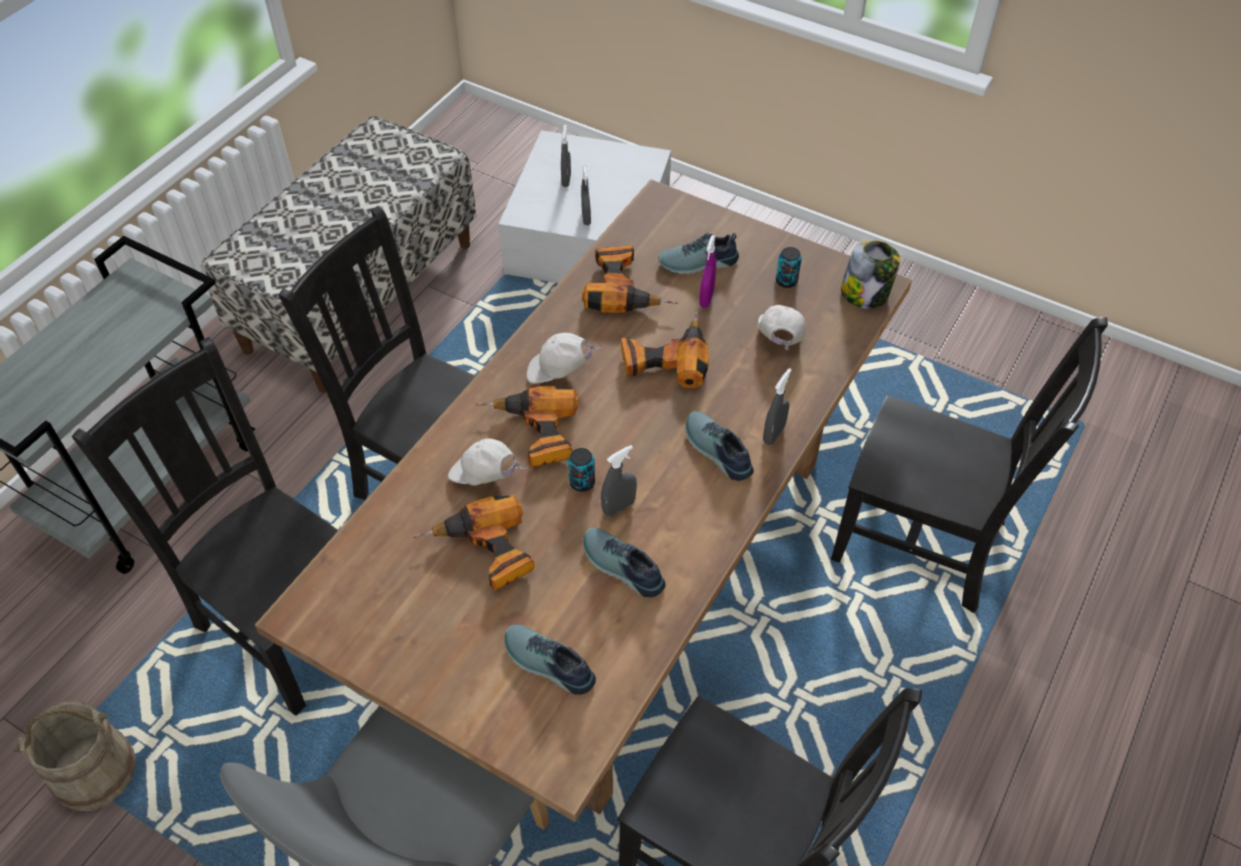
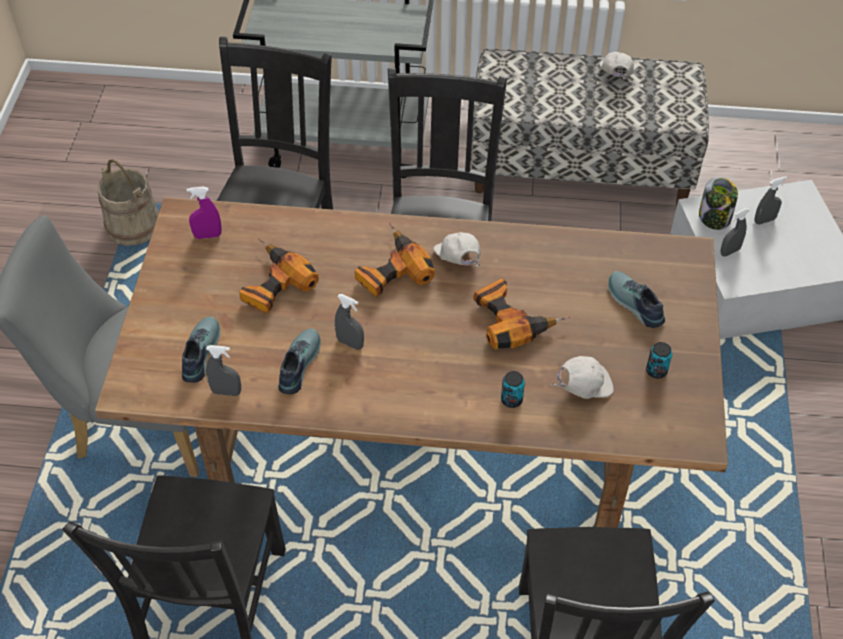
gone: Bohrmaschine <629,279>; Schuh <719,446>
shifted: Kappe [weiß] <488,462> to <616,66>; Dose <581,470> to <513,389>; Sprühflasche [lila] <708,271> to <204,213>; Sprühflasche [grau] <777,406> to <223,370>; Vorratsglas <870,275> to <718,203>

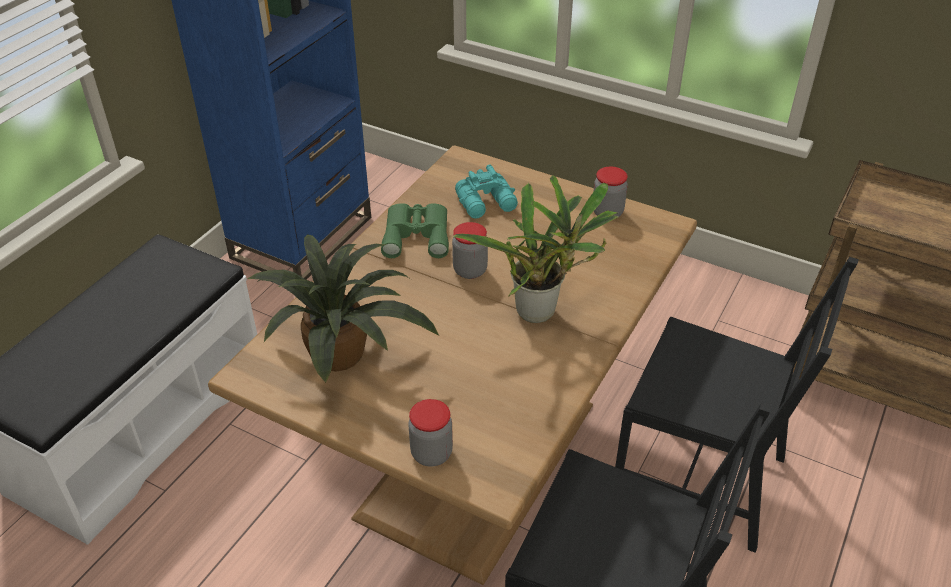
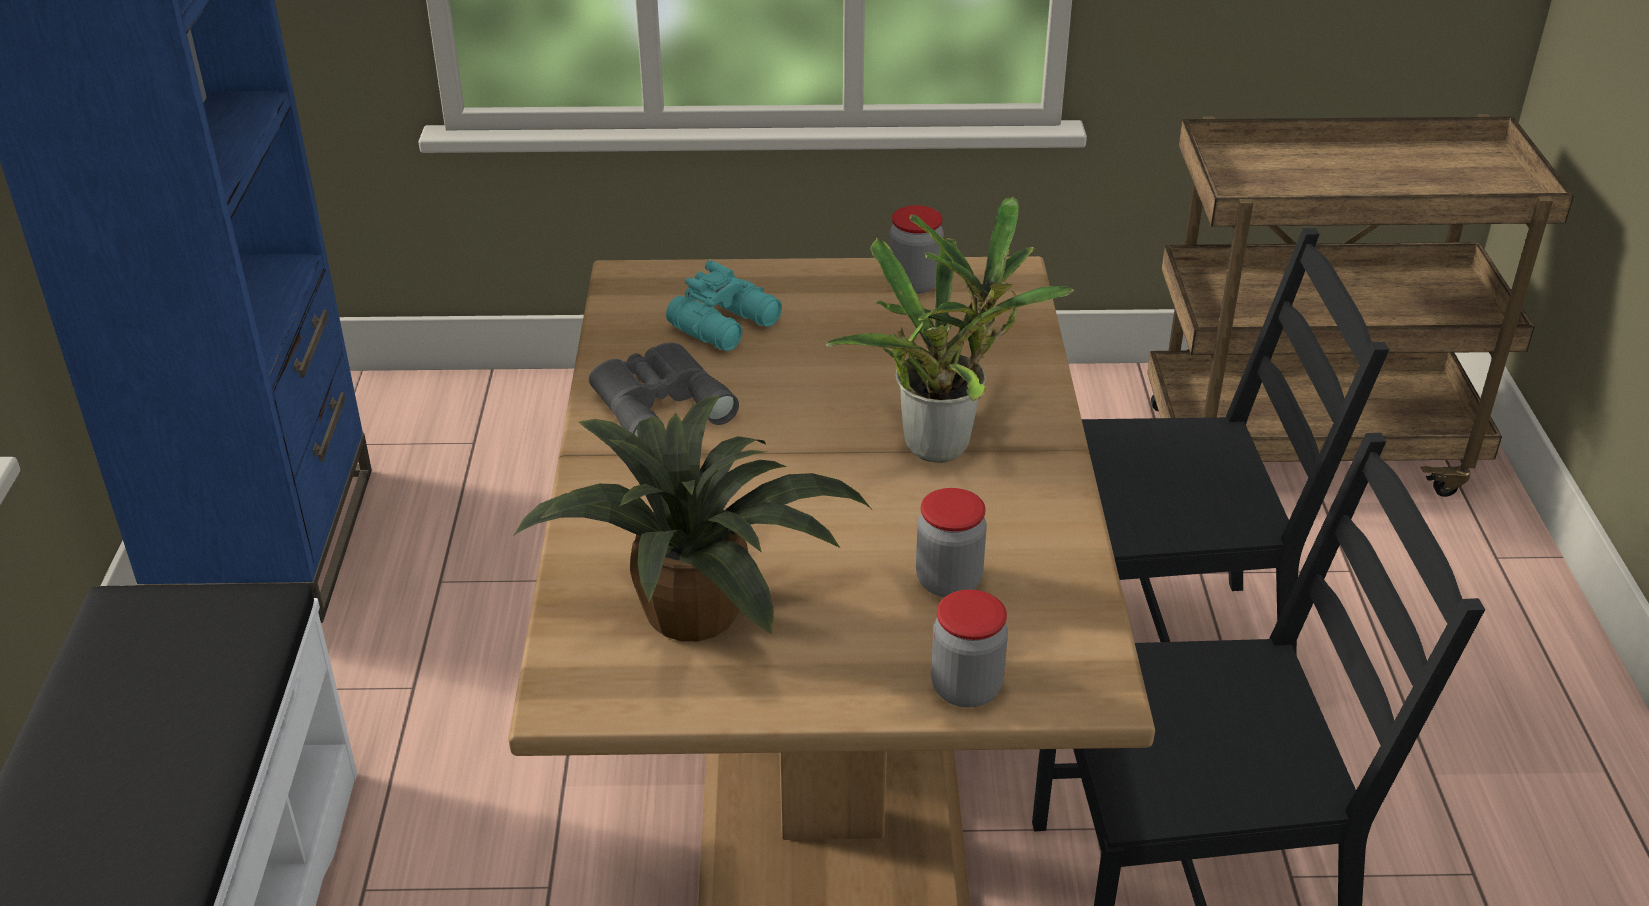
shifted: Vorratsglas <470,250> to <951,542>
repainted: Fernglas [grün] <415,230> to Fernglas [grau] <664,390>

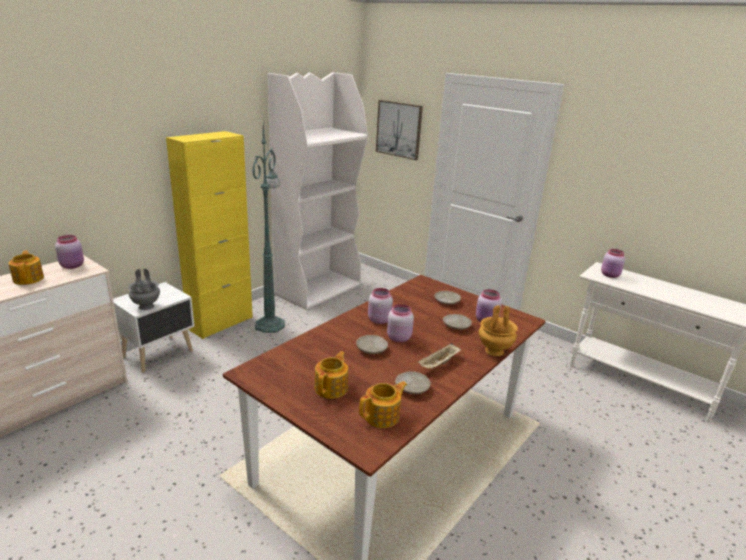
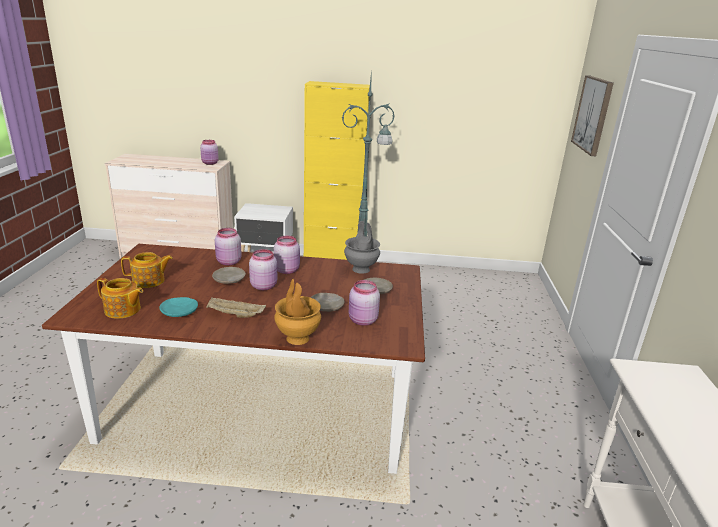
gone: Teekanne <26,267>; Bücherregal [weiß] <318,191>
shifted: Vase [grau] <144,289> to <362,247>; Vorratsglas [rosa] <613,263> to <228,247>
repainted: Teller [beige] <413,382> to Teller [türkis] <178,307>

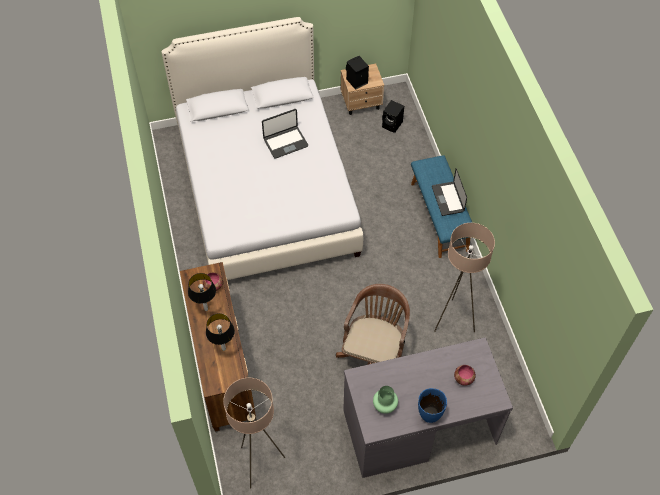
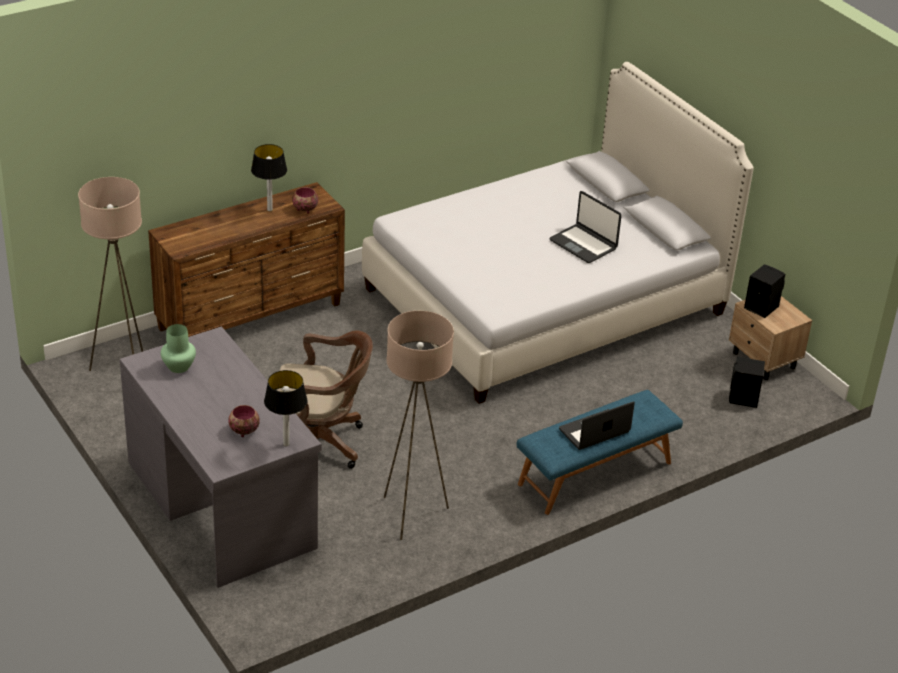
gone: Vase [blau] <432,405>
shifted: Tischlampe <220,332> to <286,408>

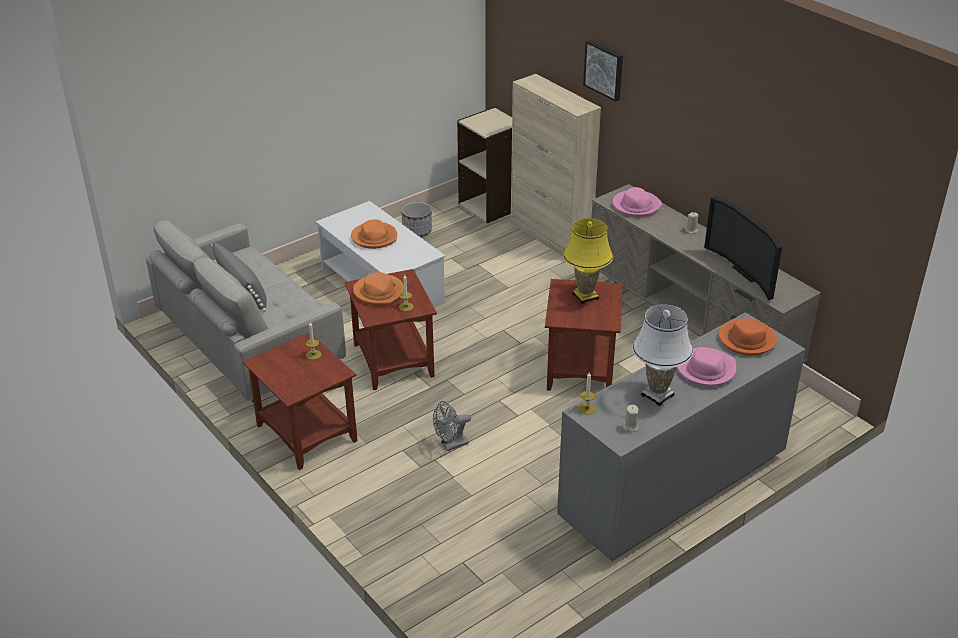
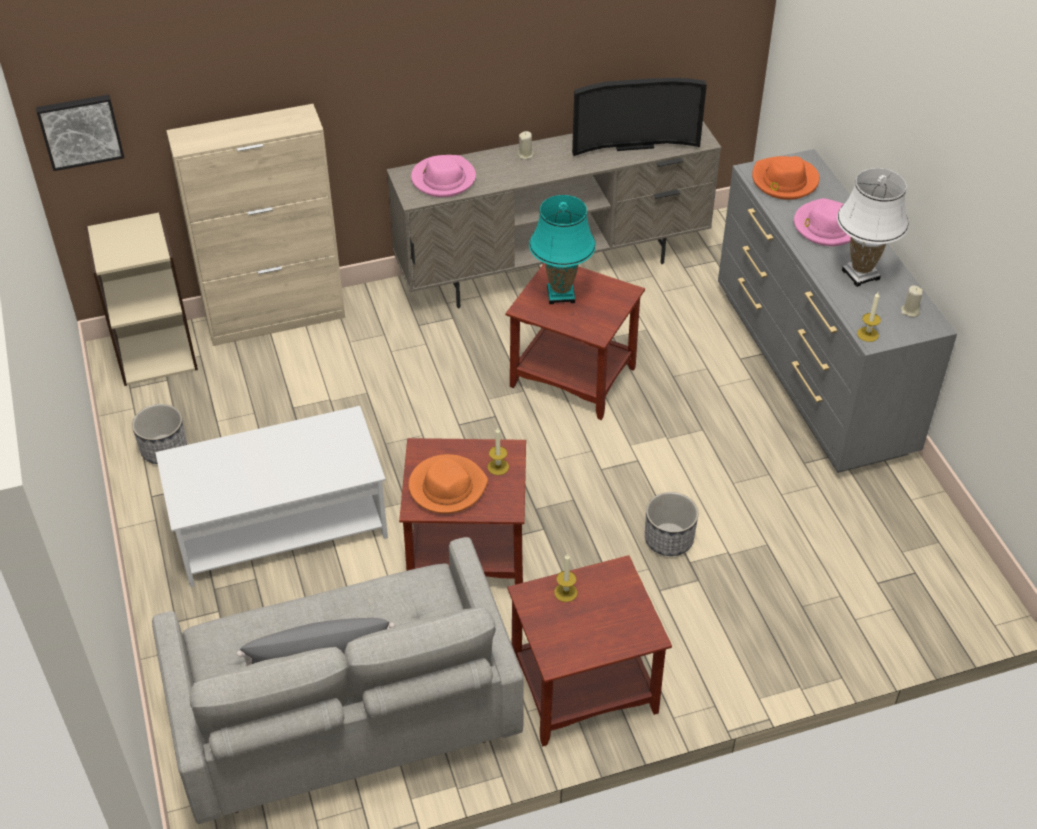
gone: Hut [orange] <374,234>
shifted: Bild <603,71> to <80,133>
swapped: Ventilator [grau] <452,426> to Pflanzkübel <671,524>
repainted: Tischlampe [gelb] <588,261> to Tischlampe [türkis] <562,249>

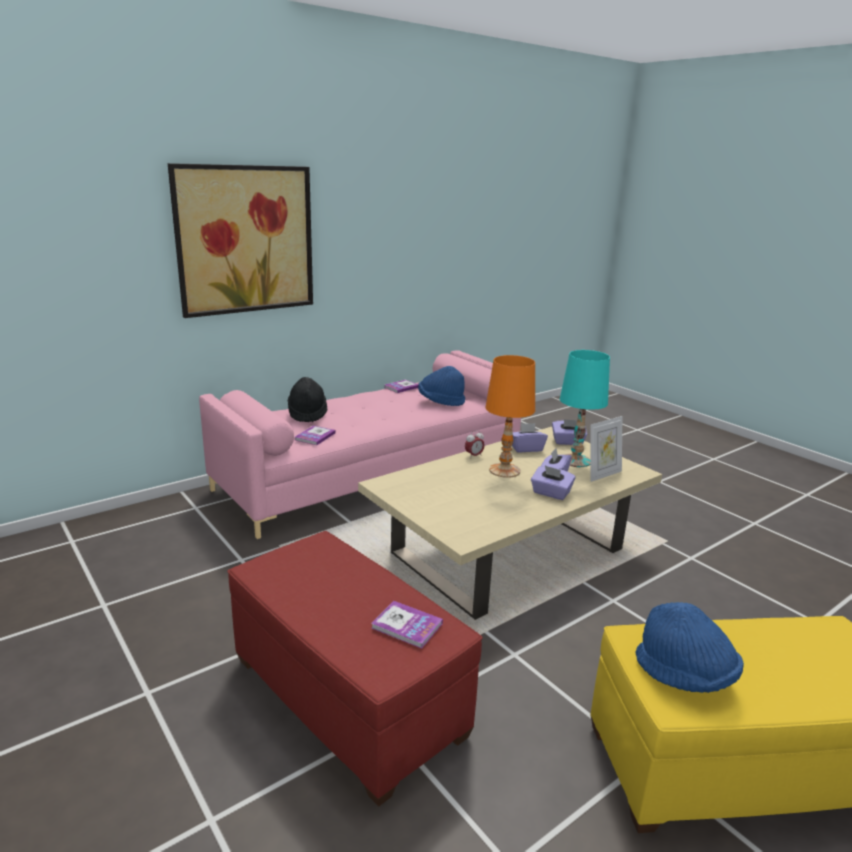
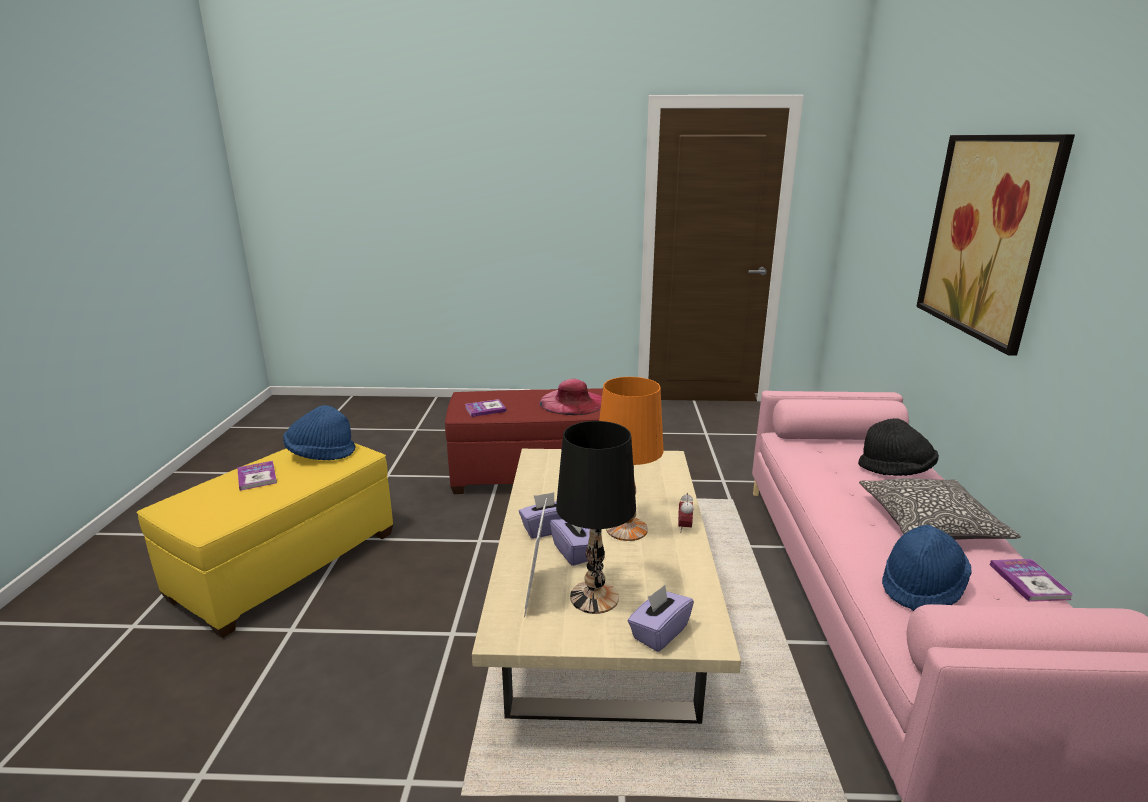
gone: Taschentuchbox [lila] <530,437>
new: Hut [rosa] <570,397>; Kissen <940,509>
shifted: Buch <315,435> to <257,476>
repainted: Tischlampe [türkis] <585,408> to Tischlampe [schwarz] <596,517>

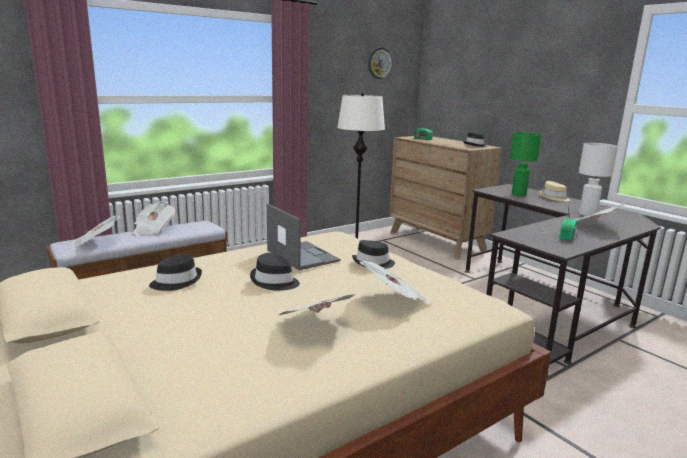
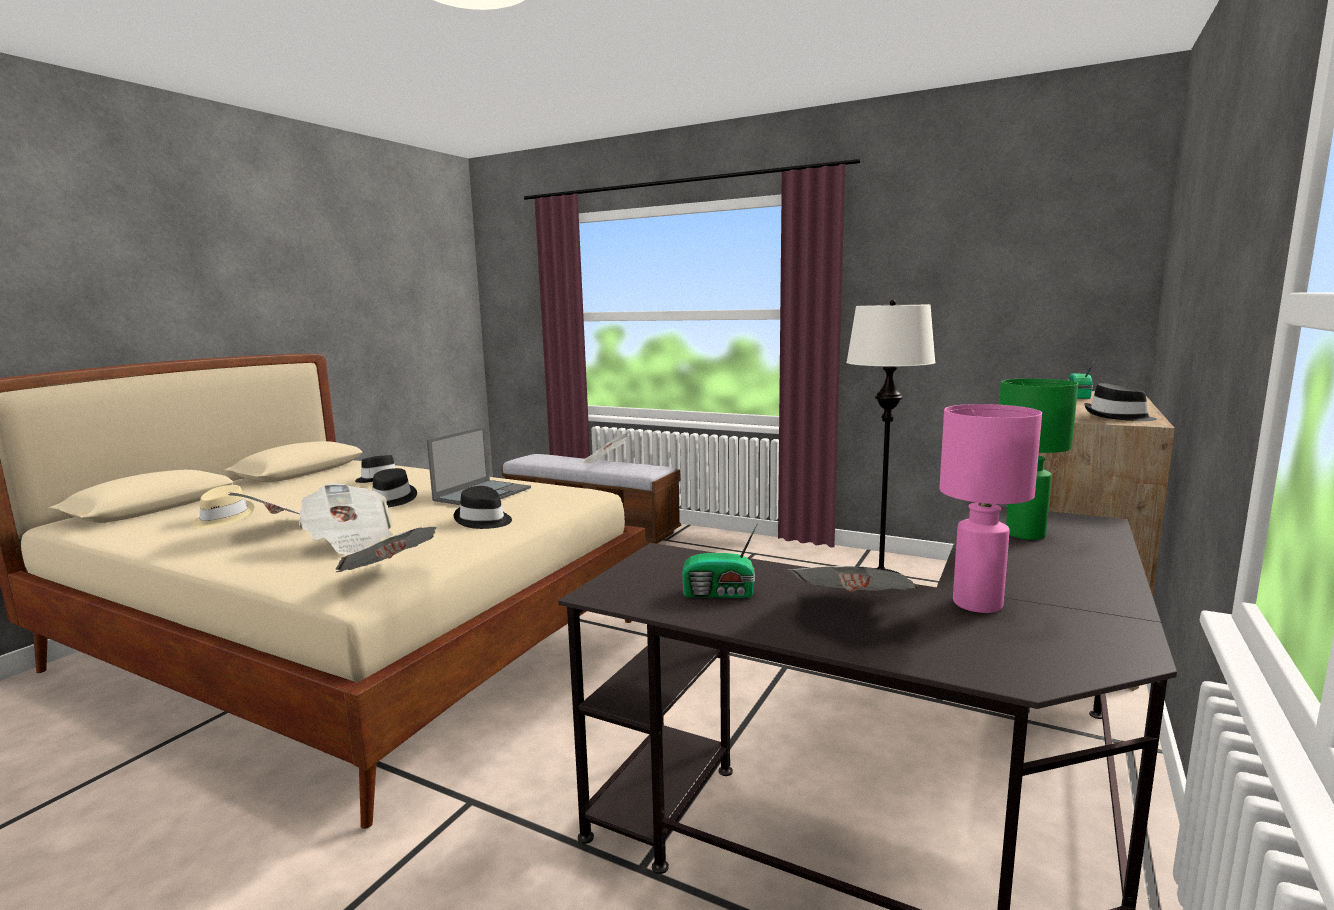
gone: Wanduhr <380,63>
shifted: Zeitung <96,231> to <386,549>; Hut [beige] <554,191> to <223,506>
repainted: Tischlampe [weiß] <598,179> to Tischlampe [rosa] <990,508>

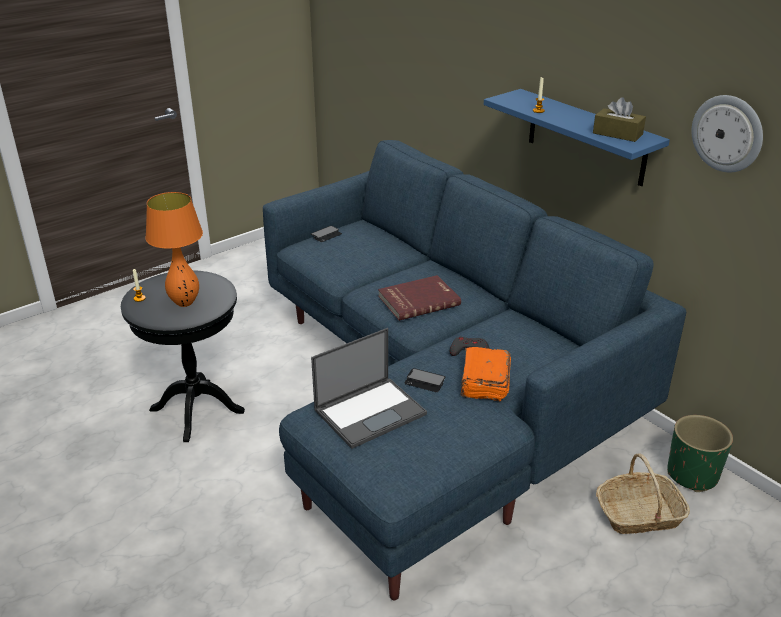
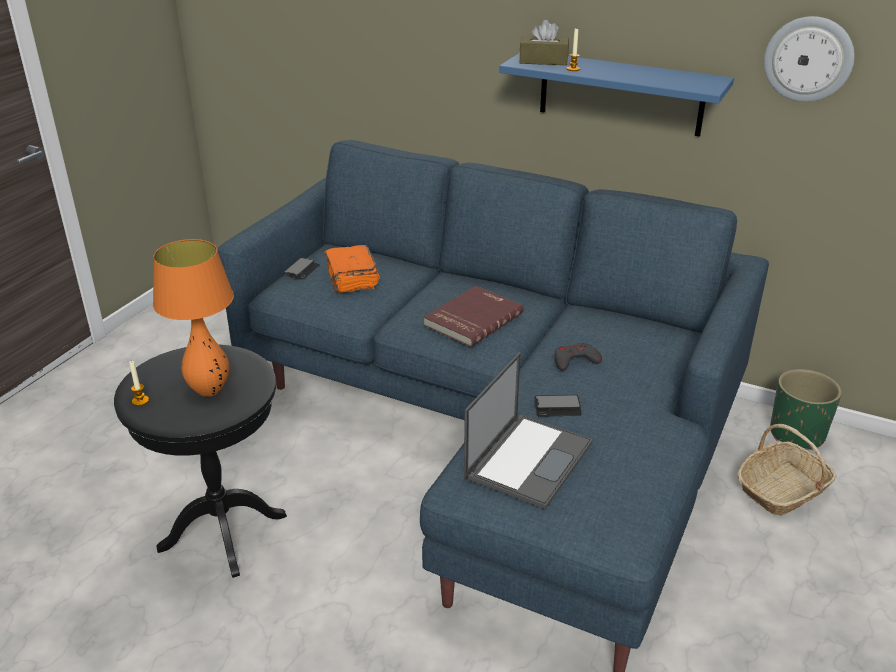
shifted: Buch [orange] <485,374> to <352,269>; Taschentuchbox [braun] <619,119> to <544,42>

